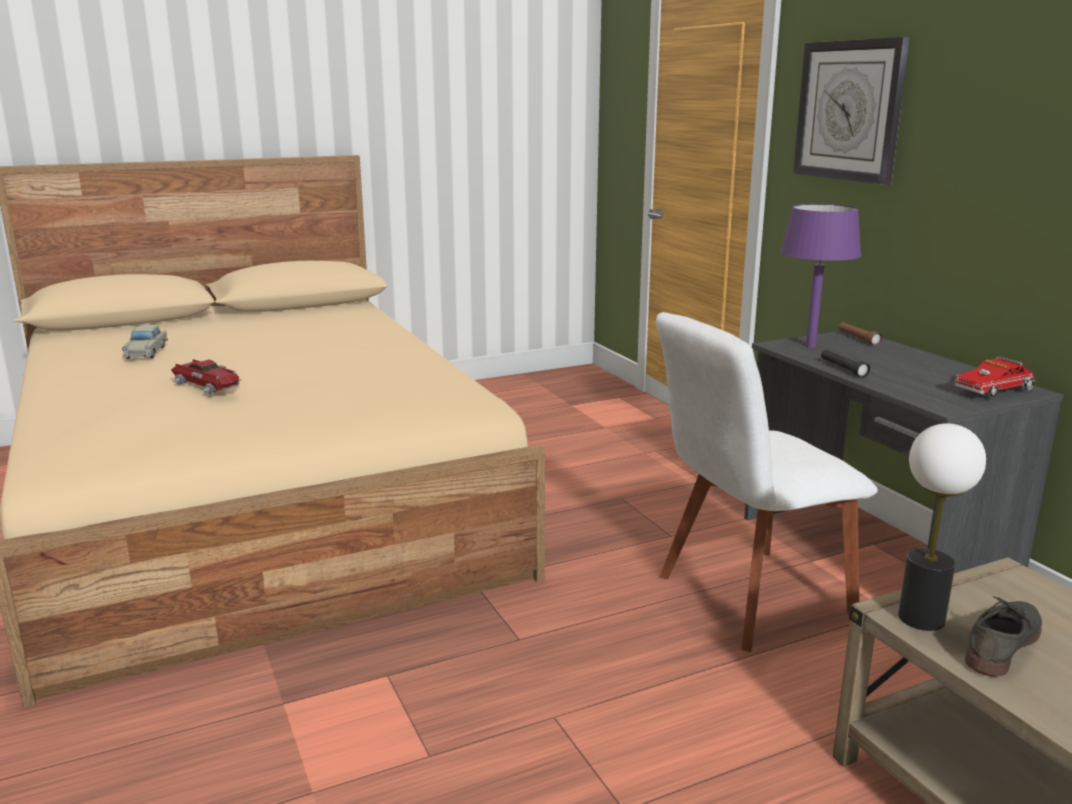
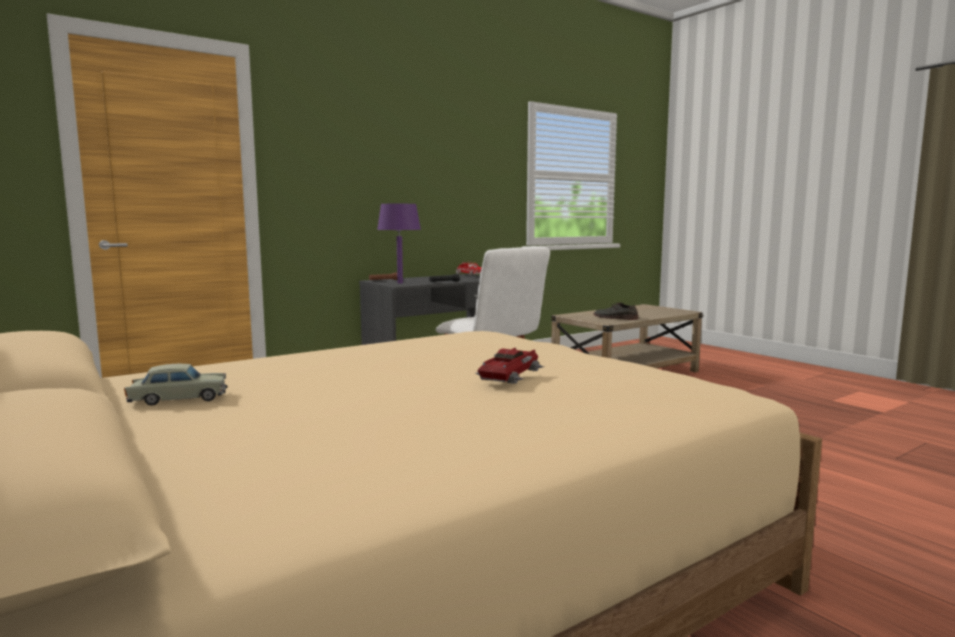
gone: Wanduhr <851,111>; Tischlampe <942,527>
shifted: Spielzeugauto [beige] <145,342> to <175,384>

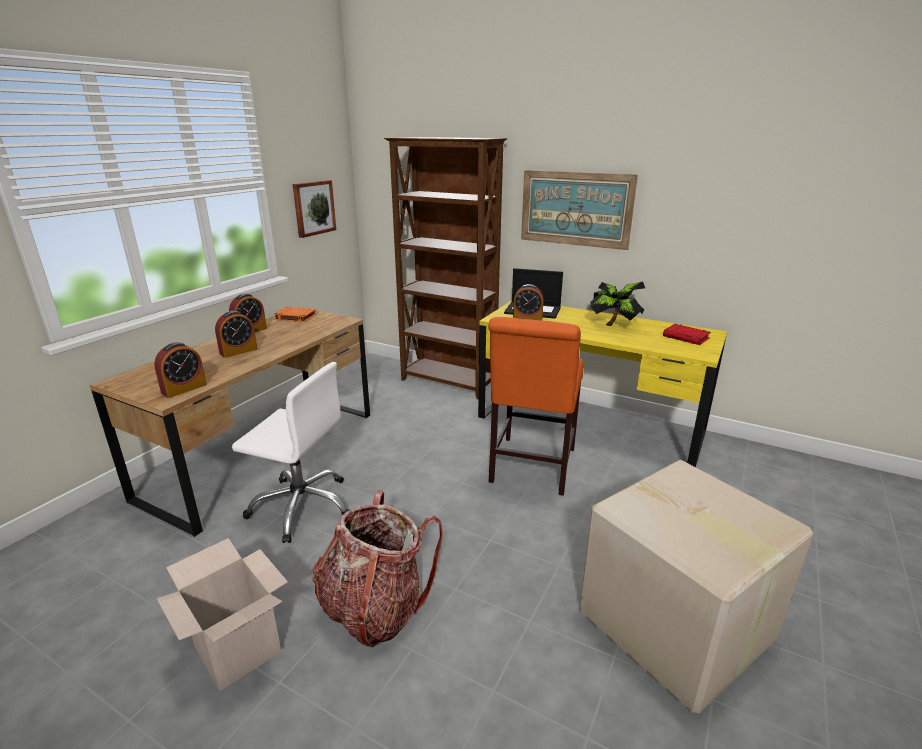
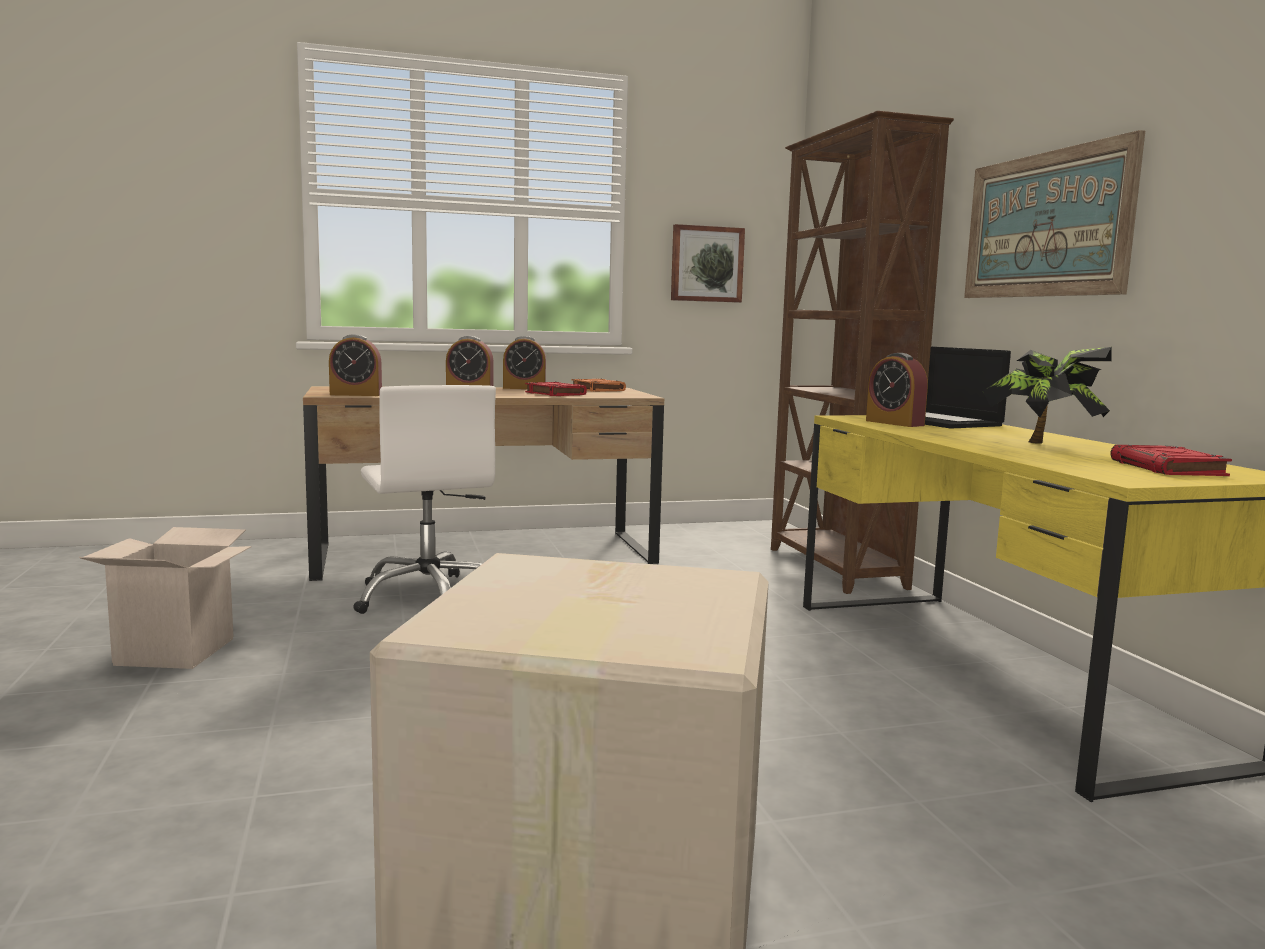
gone: Rucksack <377,568>; Stuhl [orange] <536,406>
new: Buch [rot] <556,388>

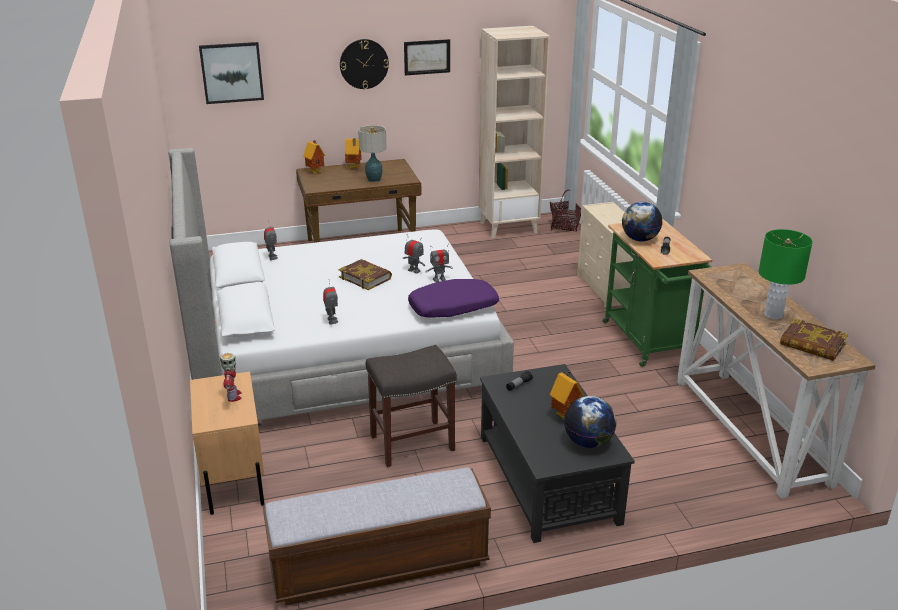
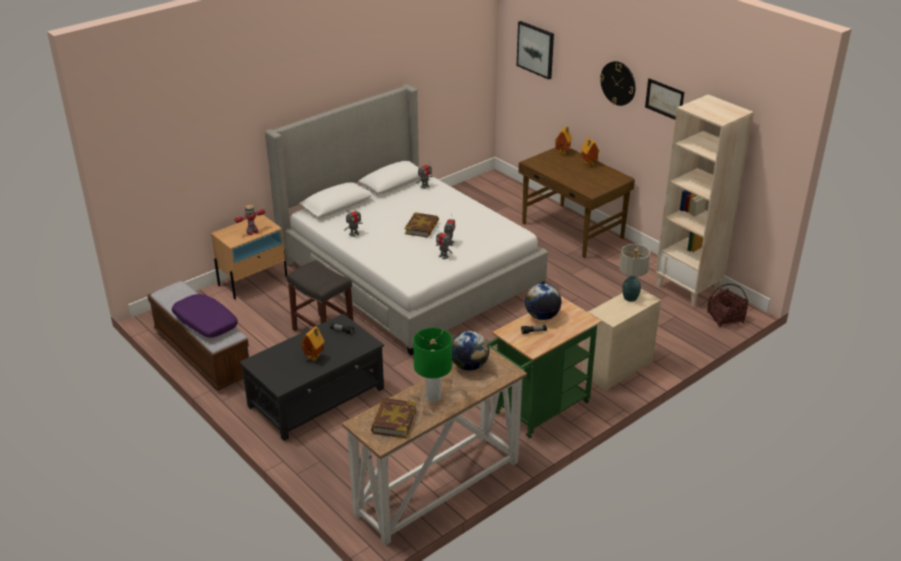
shifted: Tischlampe <372,153> to <634,273>; Kissen [lila] <453,298> to <205,315>; Globus <590,422> to <470,351>

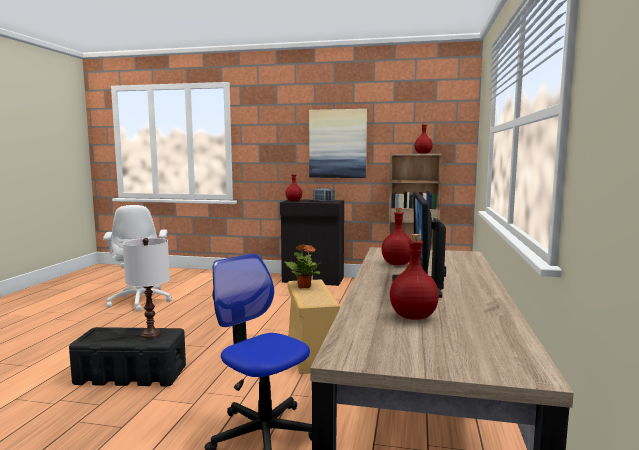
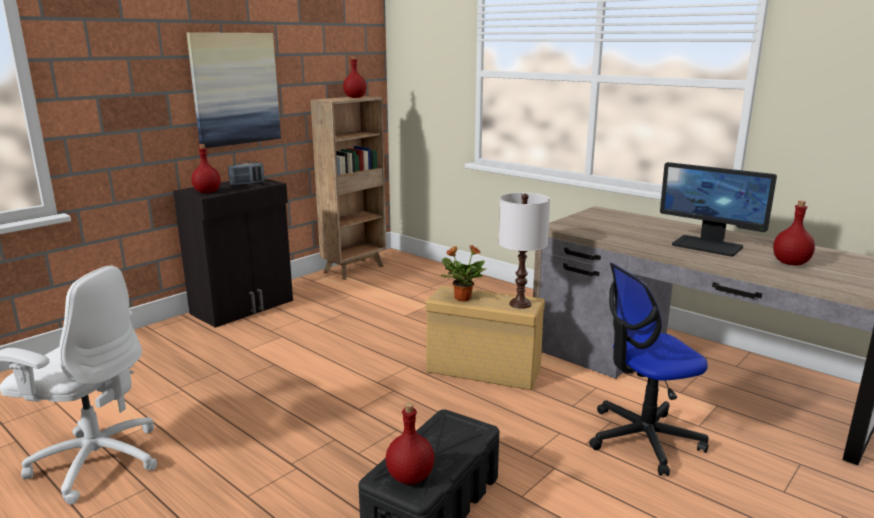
shifted: Tischlampe [weiß] <146,288> to <524,251>; Flasche [rot] <396,236> to <410,444>

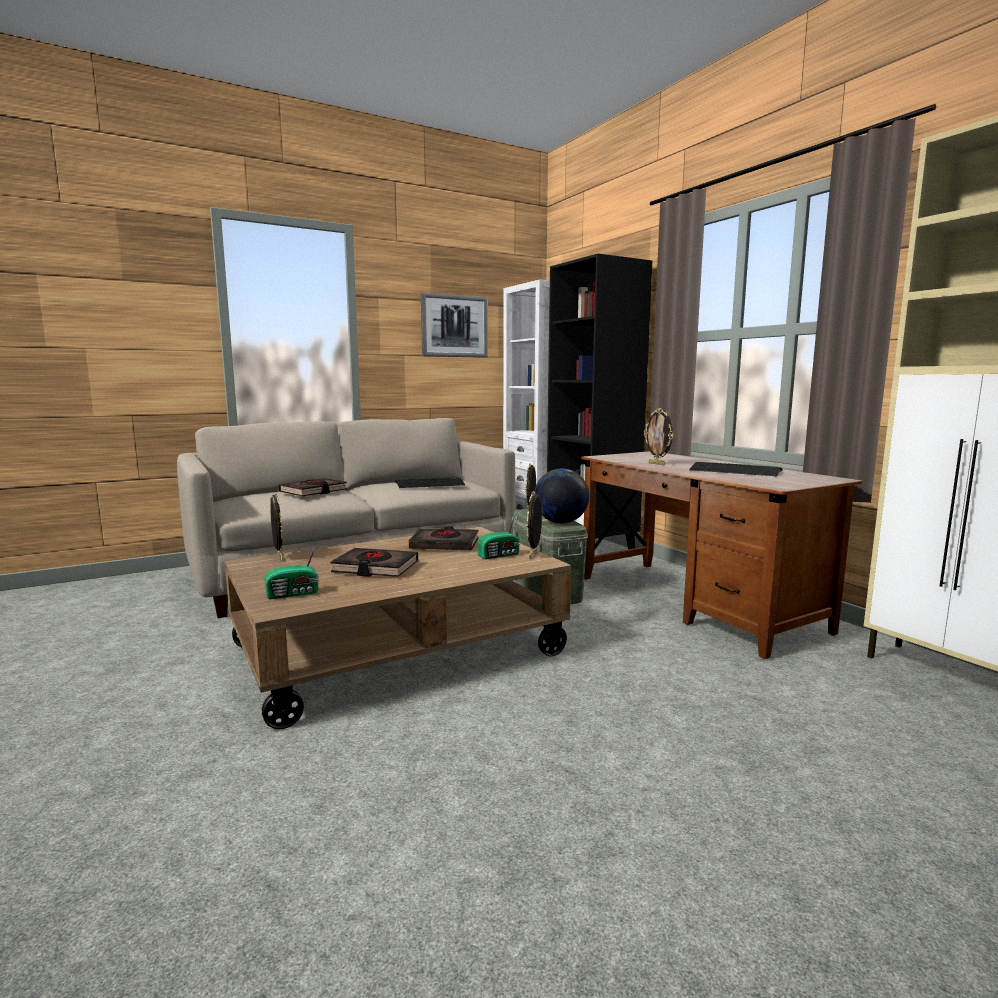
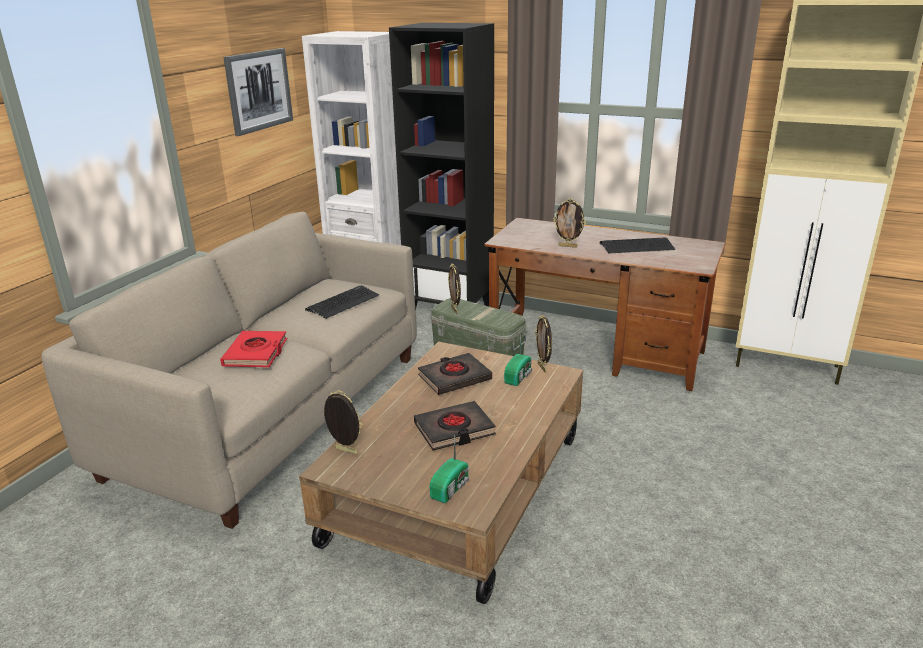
gone: Globus <561,496>
repainted: Buch [schwarz] <312,487> to Buch [rot] <253,349>

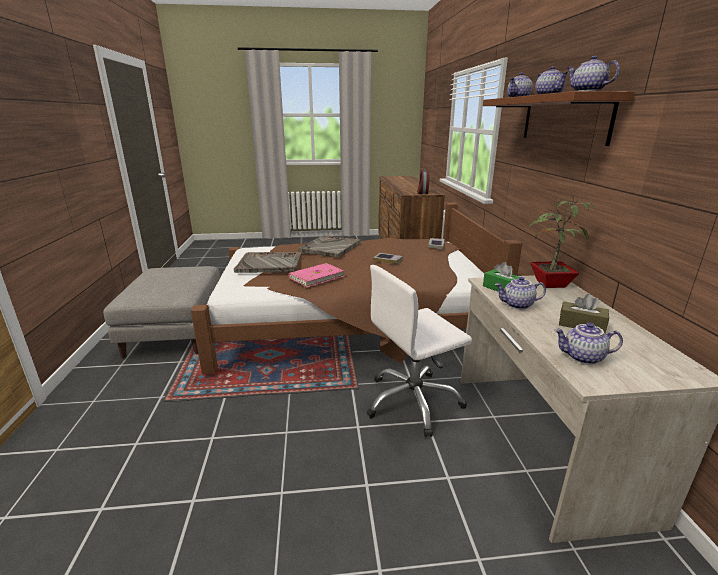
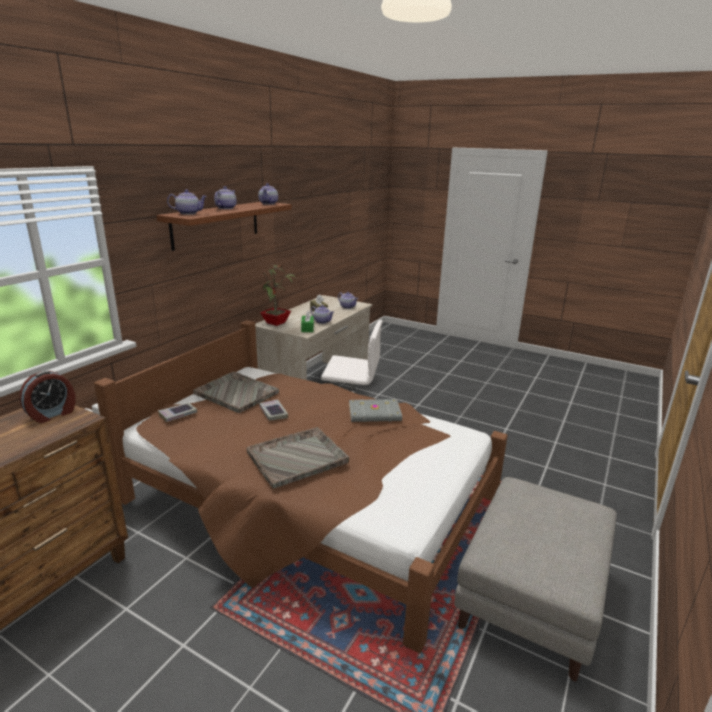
shifted: Tablett [grau] <268,262> to <236,392>
repainted: Buch [rosa] <316,275> to Buch [grau] <375,410>

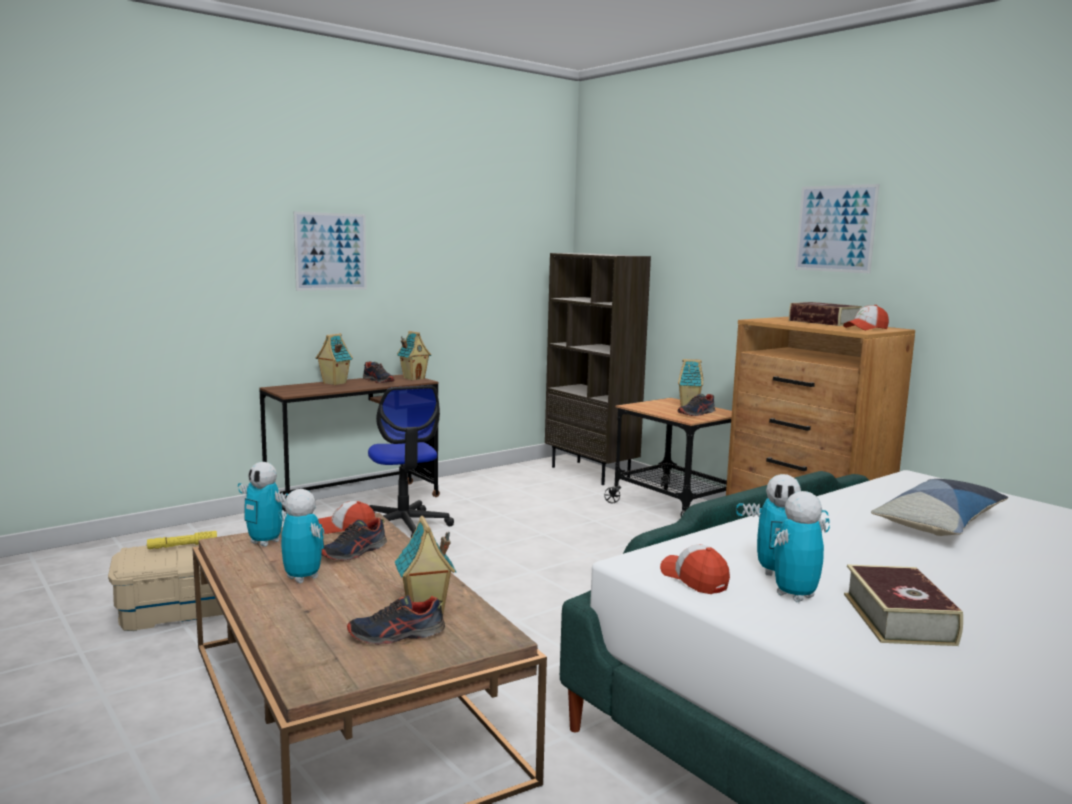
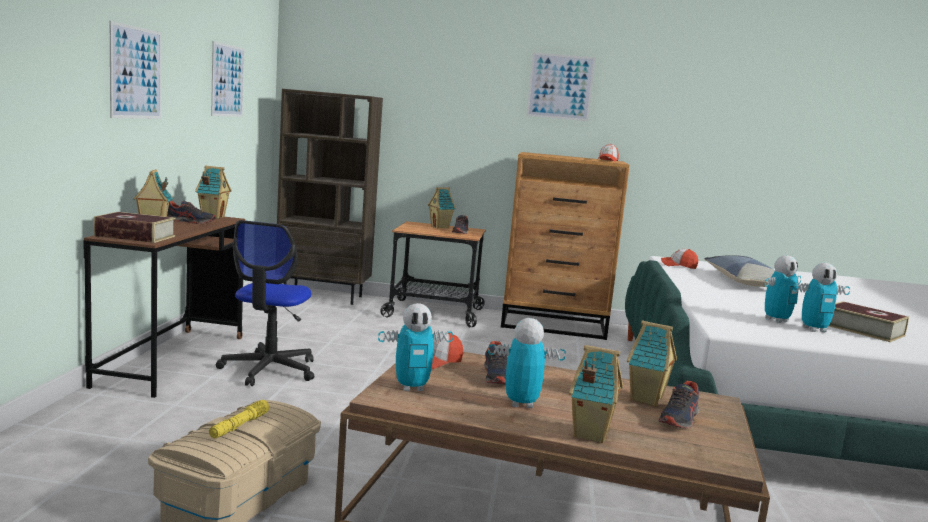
new: Bild <227,79>; Spielzeughaus <596,394>
shifted: Kappe <695,569> to <679,259>; Buch <825,314> to <134,227>
rotated: Bürostuhl <411,462> = <265,303> 75 degrees clockwise; Spielzeugroboter <800,546> = <821,297> 105 degrees counterclockwise

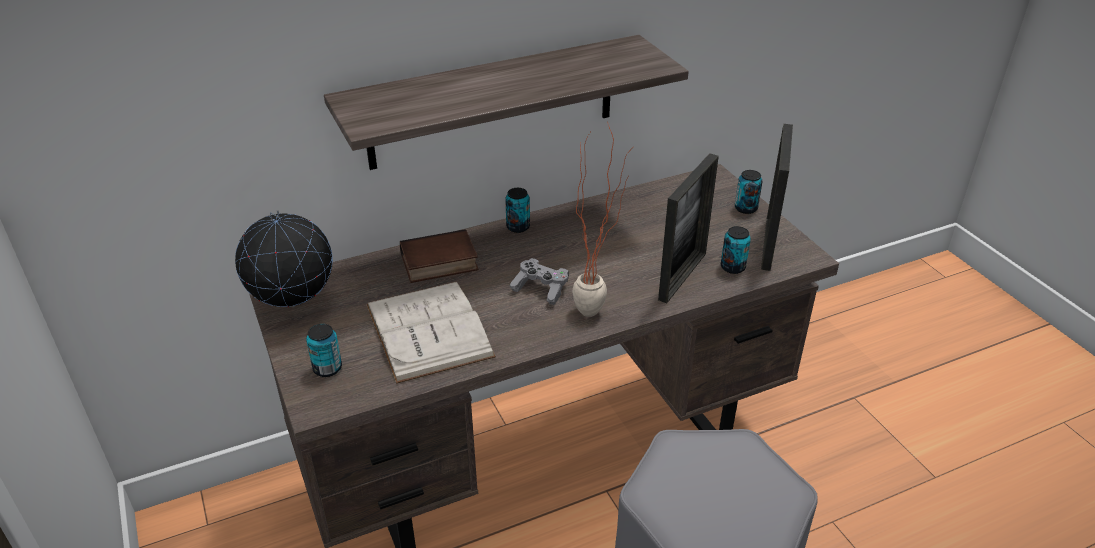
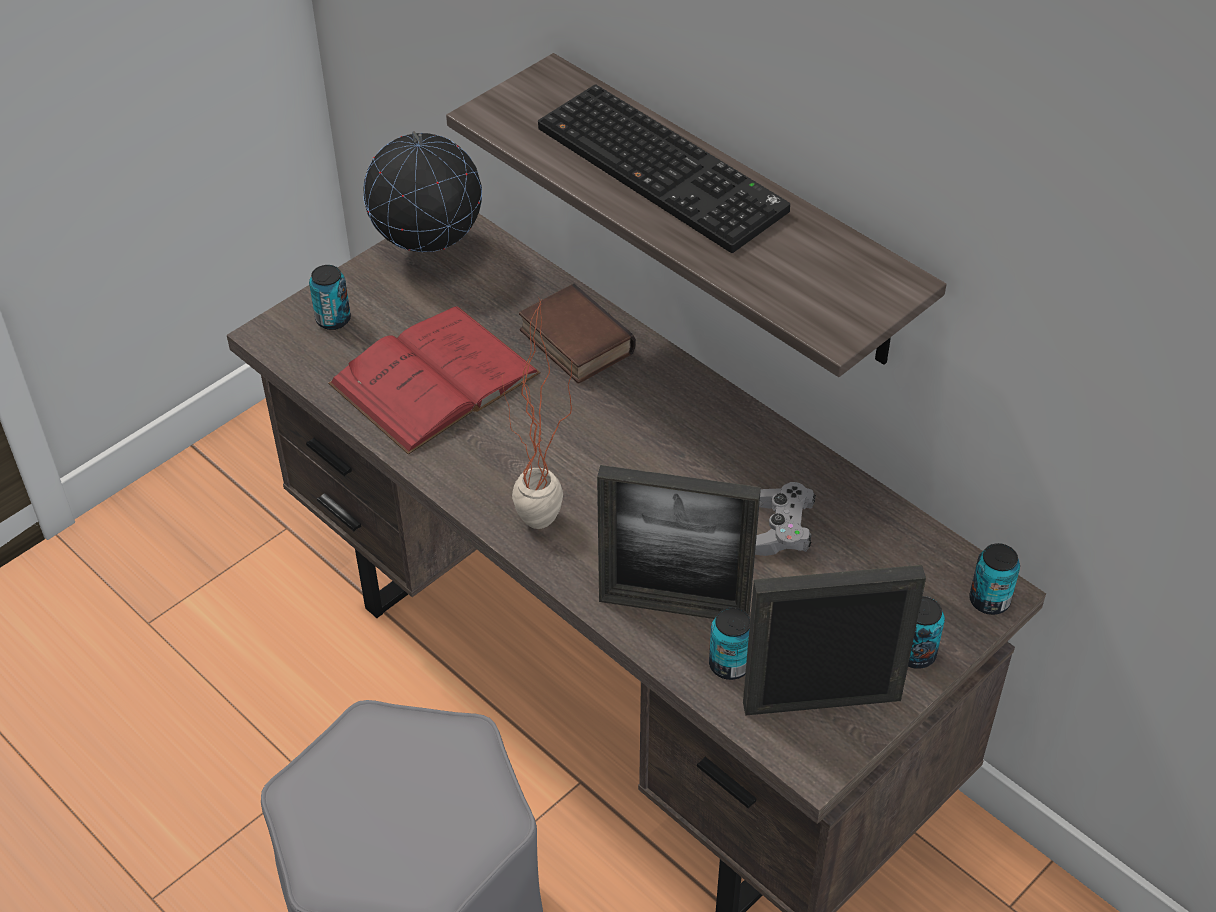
new: Tastatur <664,169>
shifted: Dose <517,210> to <994,579>; Gamepad [grau] <539,281> to <785,519>
repainted: Buch [weiß] <431,333> to Buch [rot] <434,380>

